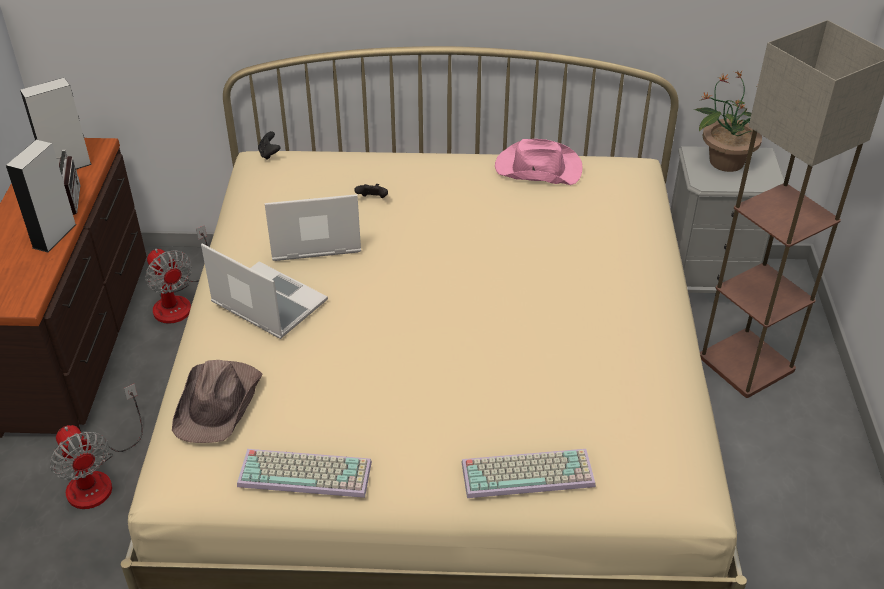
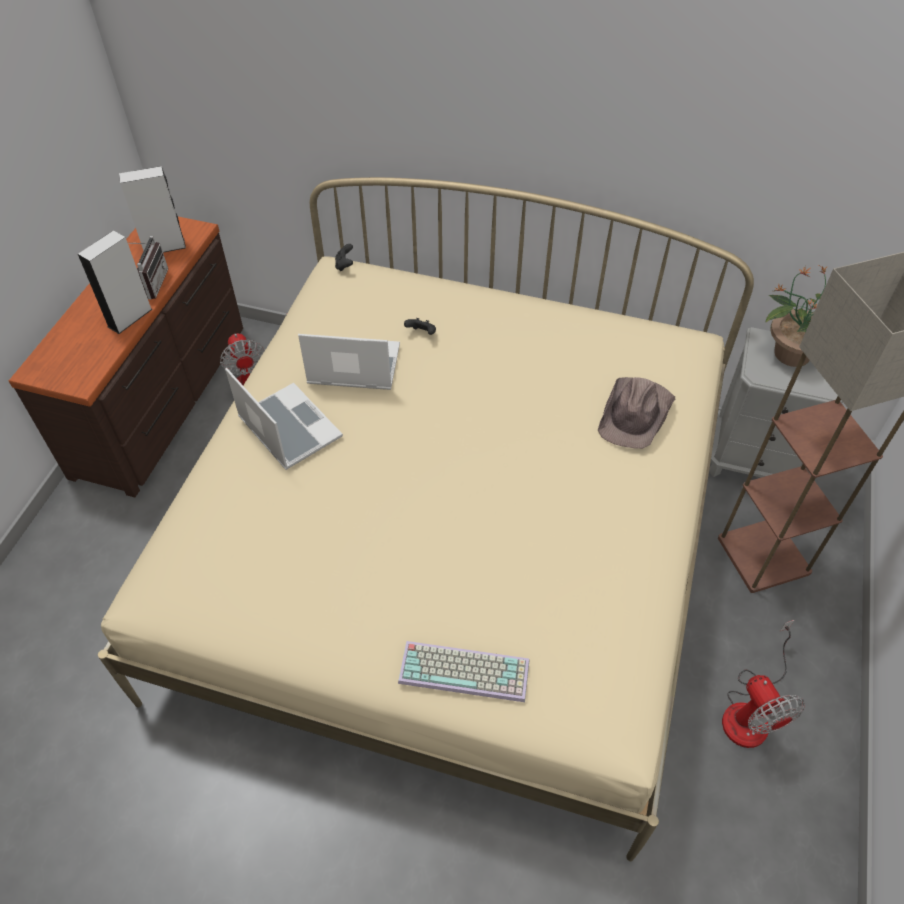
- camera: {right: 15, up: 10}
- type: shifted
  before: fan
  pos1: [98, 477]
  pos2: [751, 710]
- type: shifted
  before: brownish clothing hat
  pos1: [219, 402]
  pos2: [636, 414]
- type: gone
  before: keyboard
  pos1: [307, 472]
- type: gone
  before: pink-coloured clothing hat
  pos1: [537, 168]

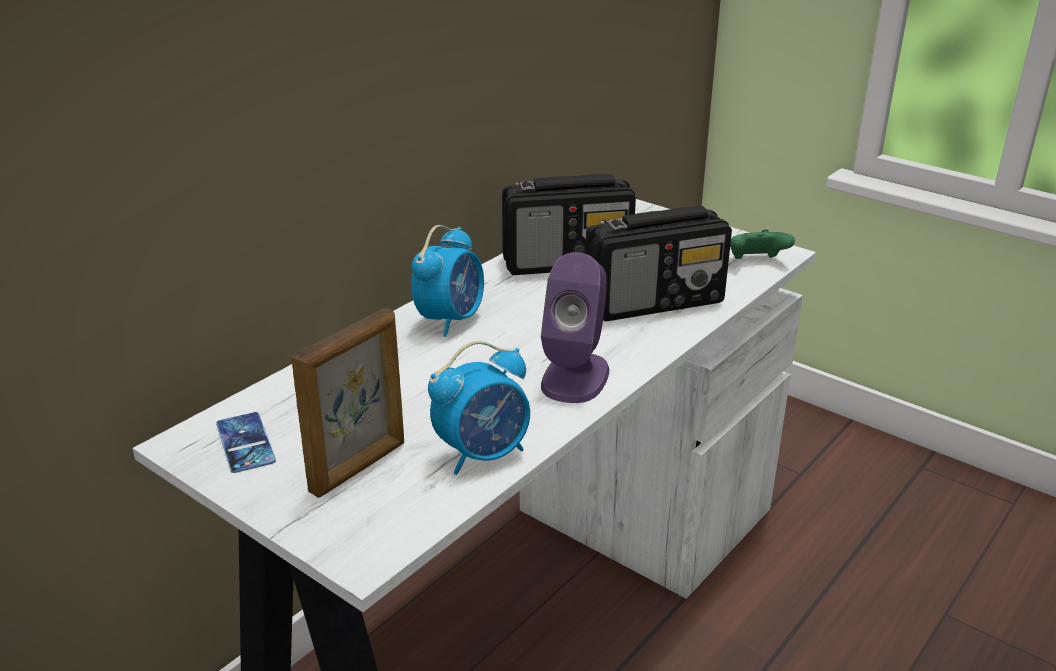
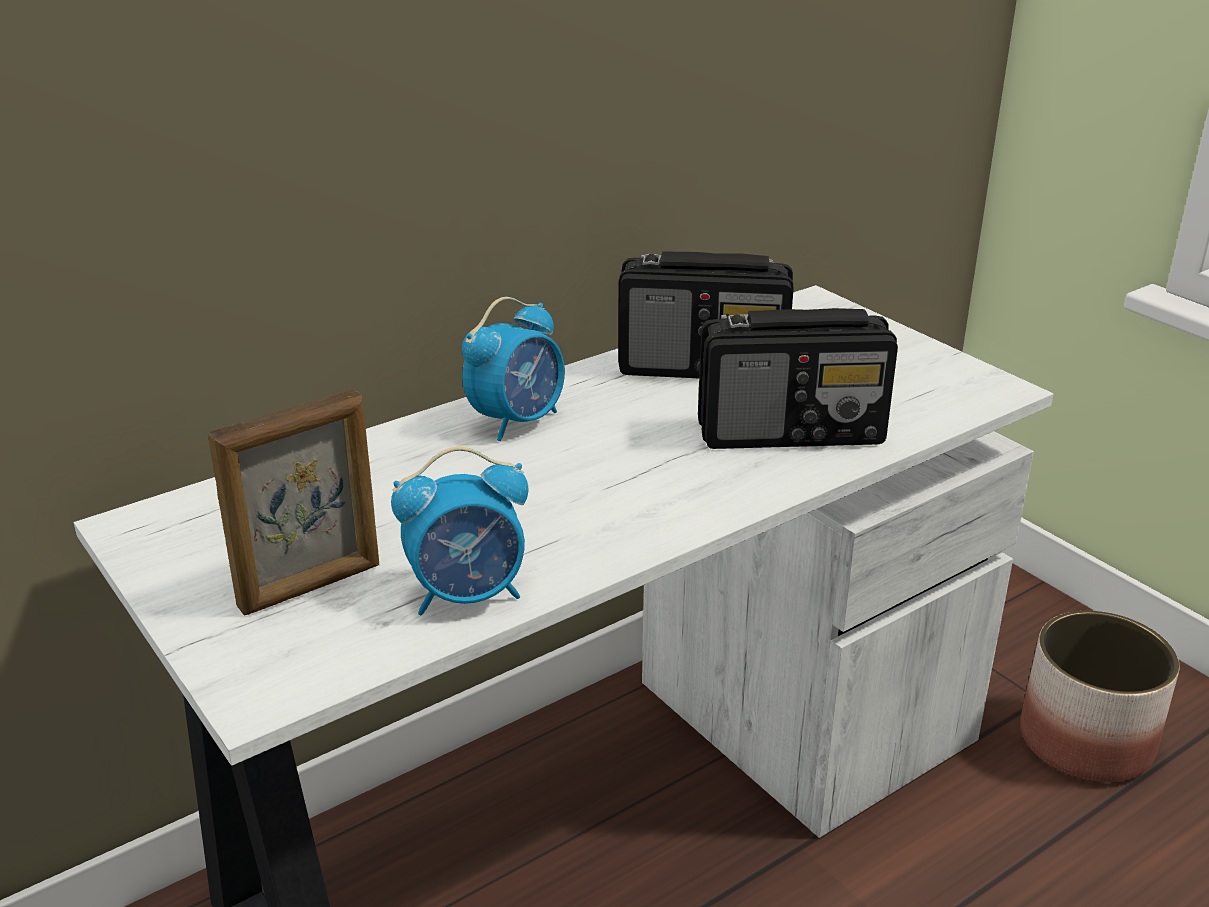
- camera: {right: 15, up: 0}
- type: gone
  before: telephone
  pos1: [245, 443]
- type: gone
  before: purple-coloured audio speaker
  pos1: [575, 377]
- type: gone
  before: green gamepad
  pos1: [756, 262]
- type: new
  after: planter
  pos2: [1087, 740]

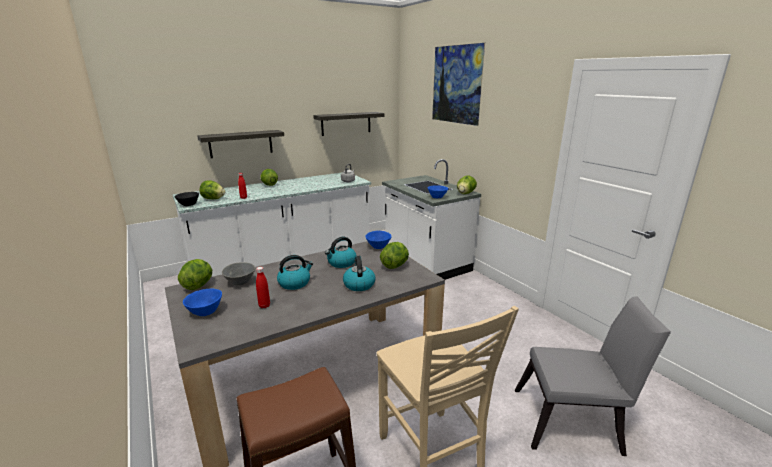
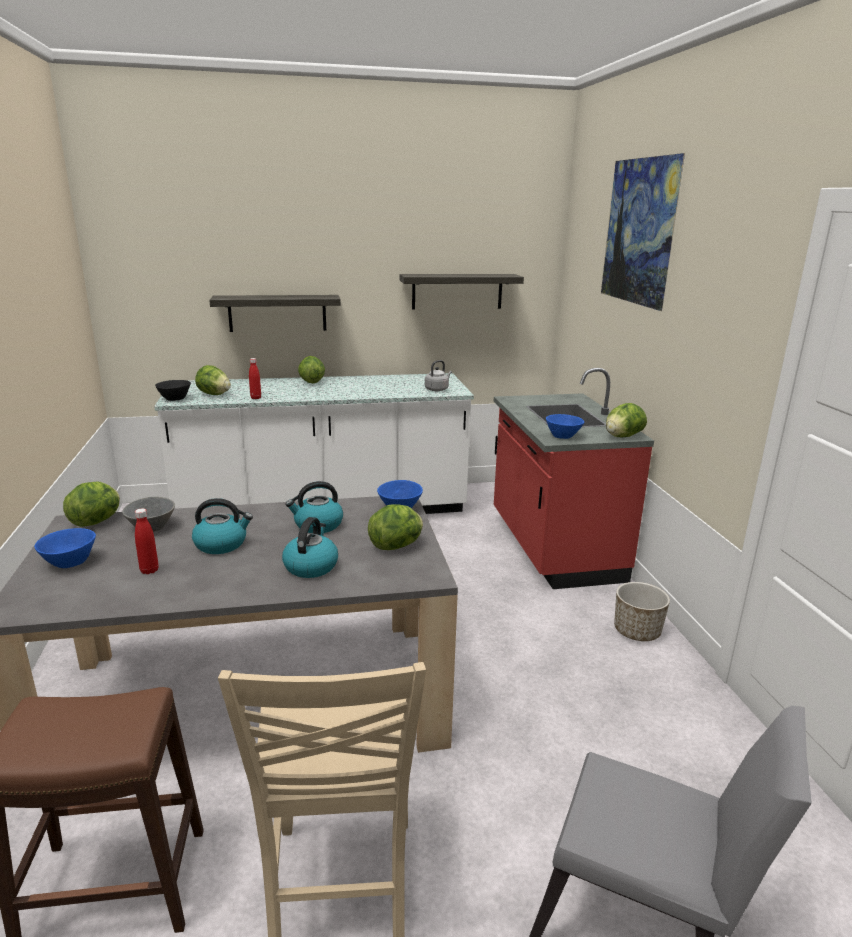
- camera: {right: 20, up: 0}
- type: repainted
  before: whitish kitchen counter
  after: reddish kitchen counter
  pos1: [425, 261]
  pos2: [553, 548]
- type: new
  after: planter
  pos2: [637, 631]

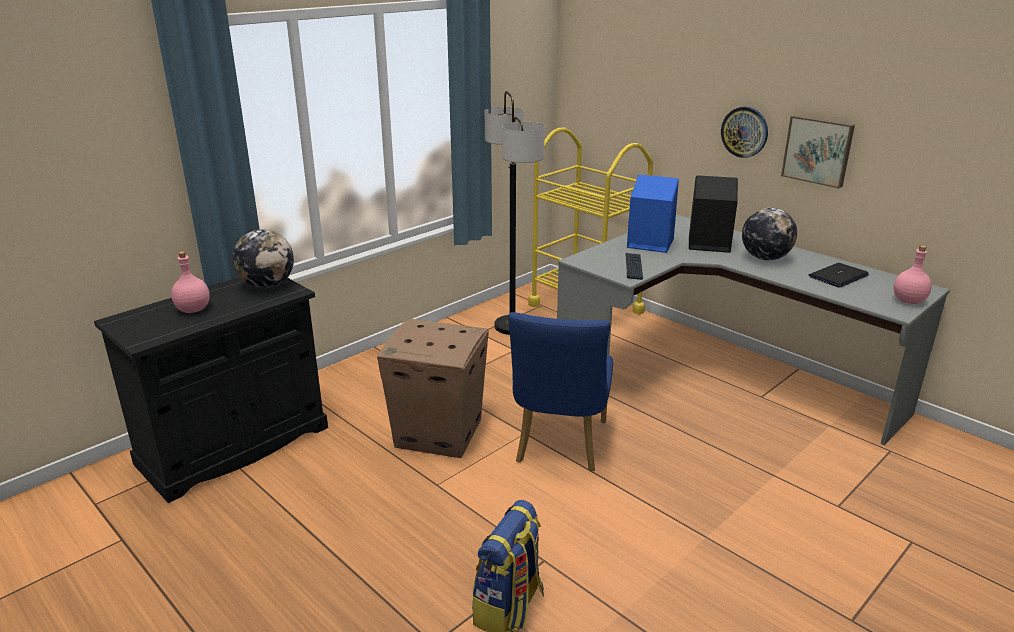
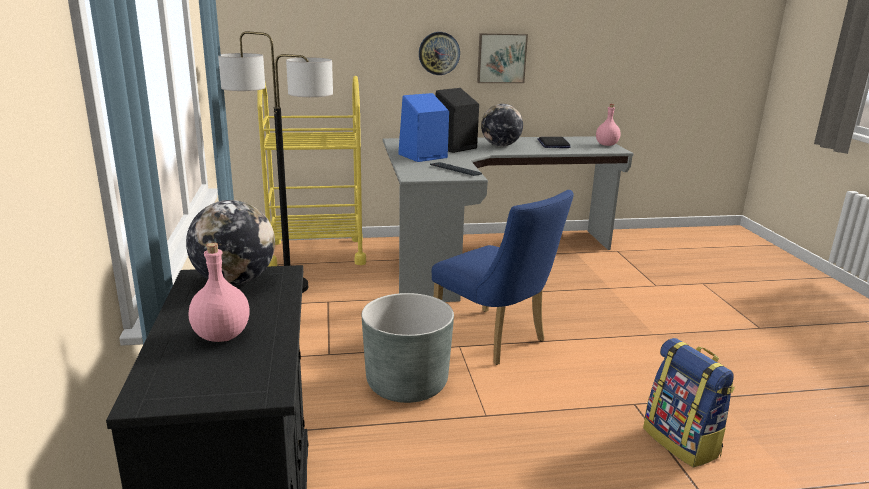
- camera: {right: -55, up: -5}
- type: swapped
  before: packing box
  after: greyish planter
  pos1: [440, 433]
  pos2: [407, 384]

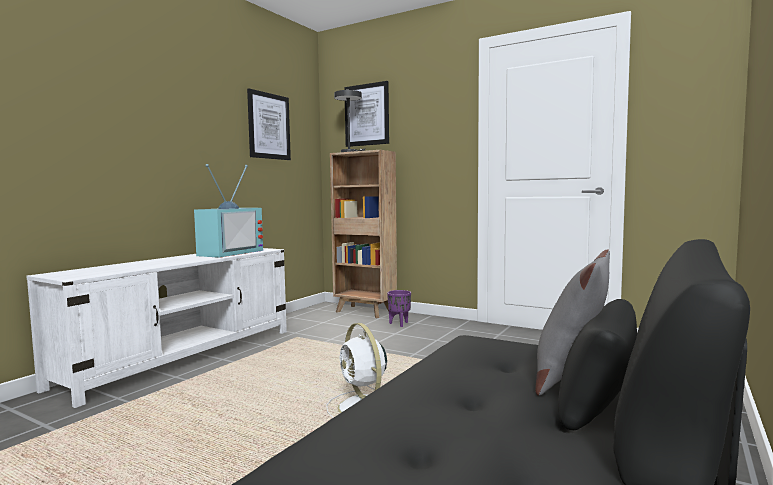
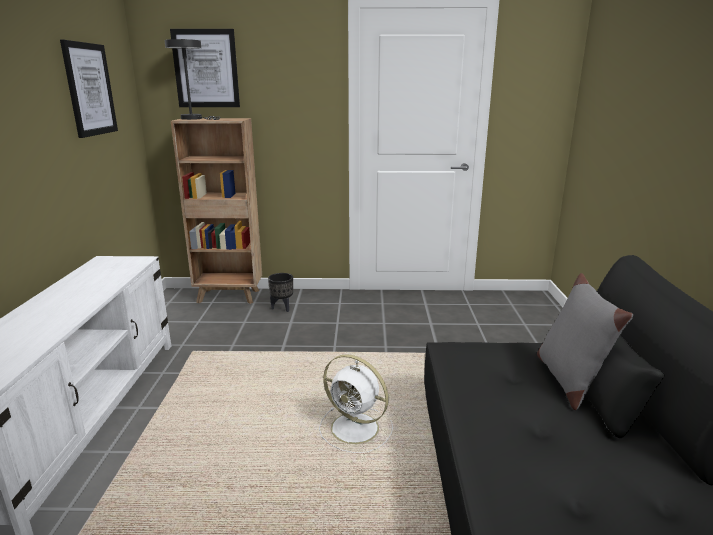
- camera: {right: -30, up: 15}
- type: gone
  before: television
  pos1: [229, 253]
- type: repainted
  before: purple-coloured planter
  after: black-coloured planter
  pos1: [399, 324]
  pos2: [282, 308]

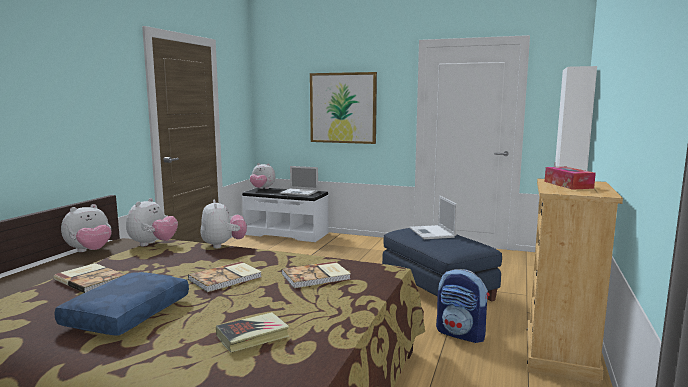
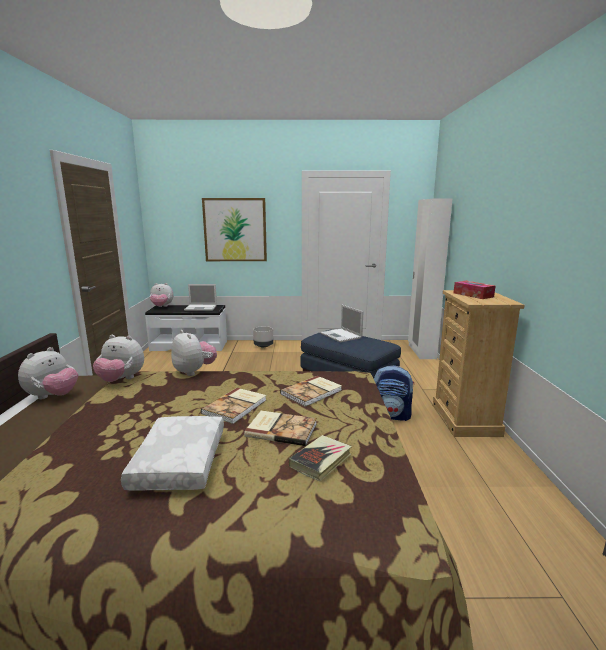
- camera: {right: -20, up: 5}
- type: shifted
  before: volume
  pos1: [91, 279]
  pos2: [281, 429]
- type: repainted
  before: blue-coloured pillow
  after: whitish pillow
  pos1: [127, 313]
  pos2: [178, 461]
- type: rotated
  before: soft toy
  pos1: [153, 244]
  pos2: [121, 380]
  turn: 105
- type: new
  after: greyish planter
  pos2: [263, 346]

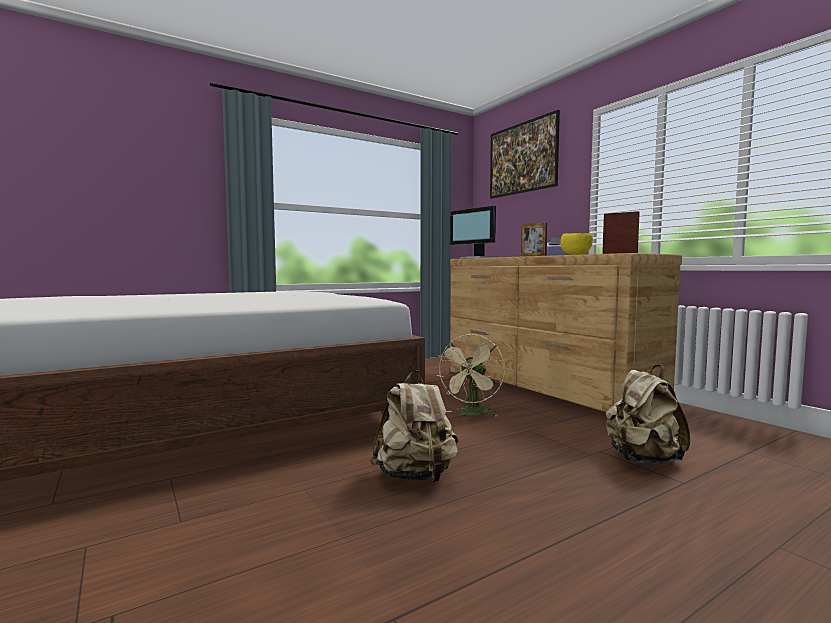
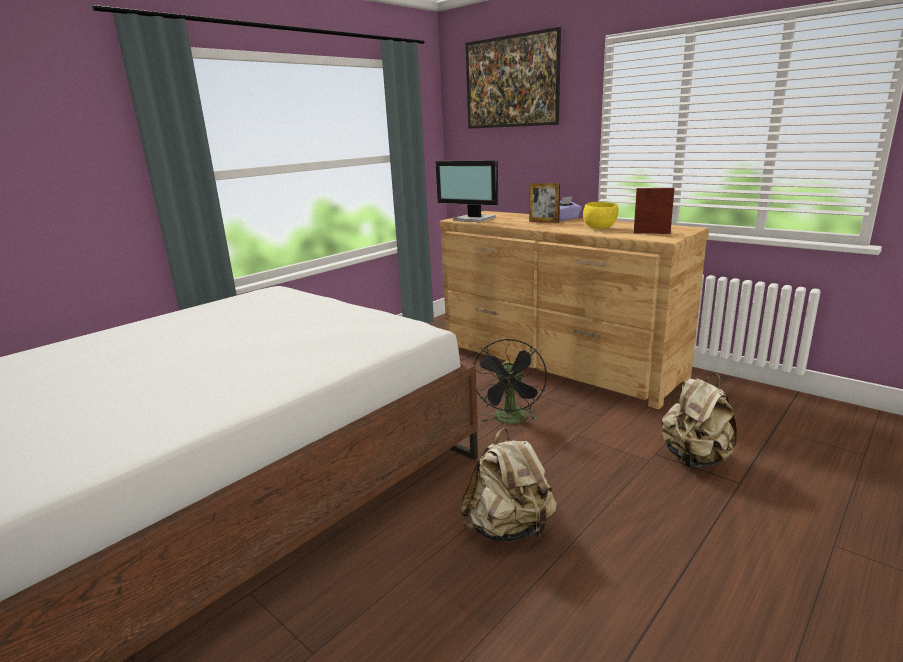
- camera: {right: -15, up: 15}
- type: repainted
  before: beige fan
  after: black-coloured fan
  pos1: [472, 414]
  pos2: [511, 420]

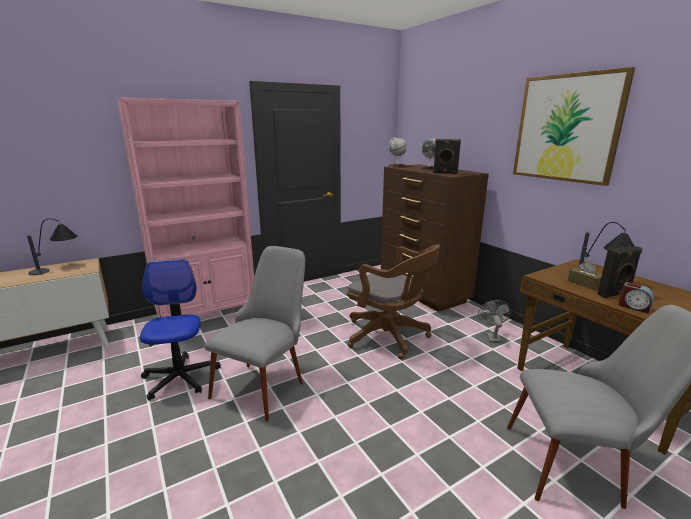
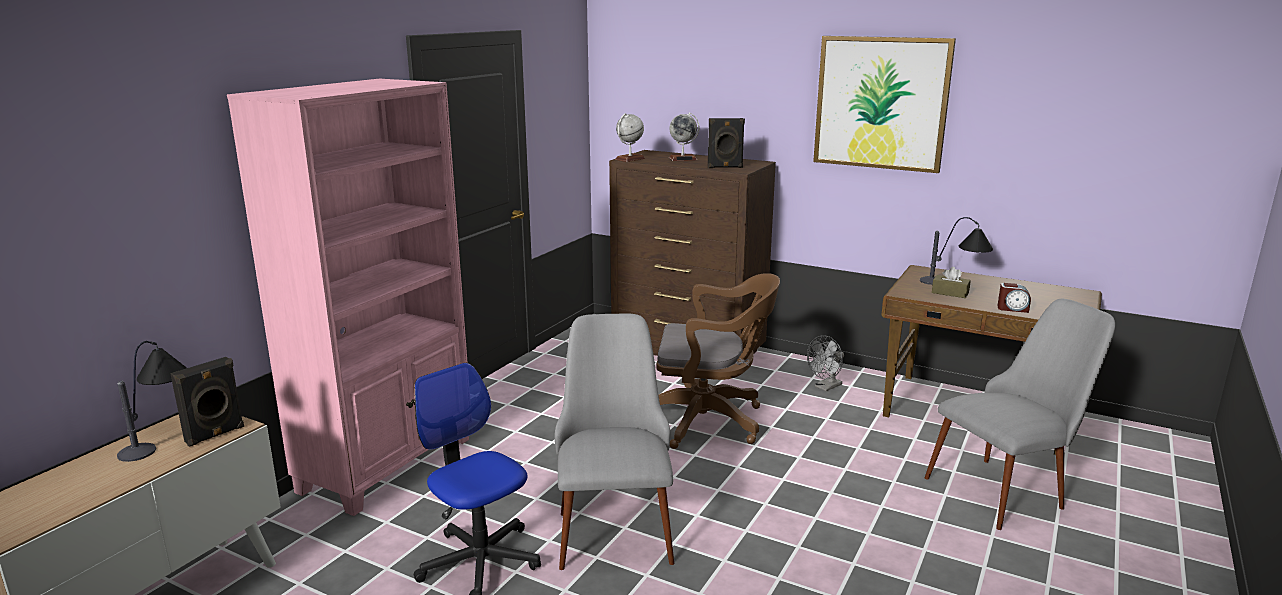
- camera: {right: -30, up: 0}
- type: rotated
  before: greyish fan
  pos1: [492, 337]
  pos2: [825, 387]
  turn: -105
- type: shifted
  before: black-coloured audio speaker
  pos1: [614, 294]
  pos2: [215, 435]

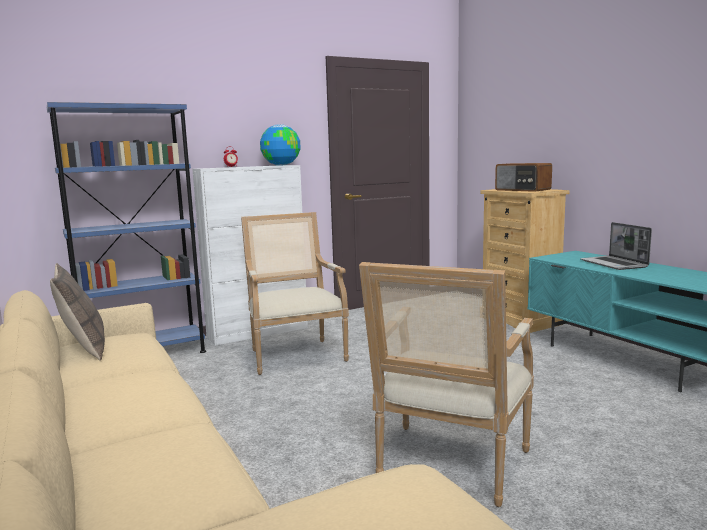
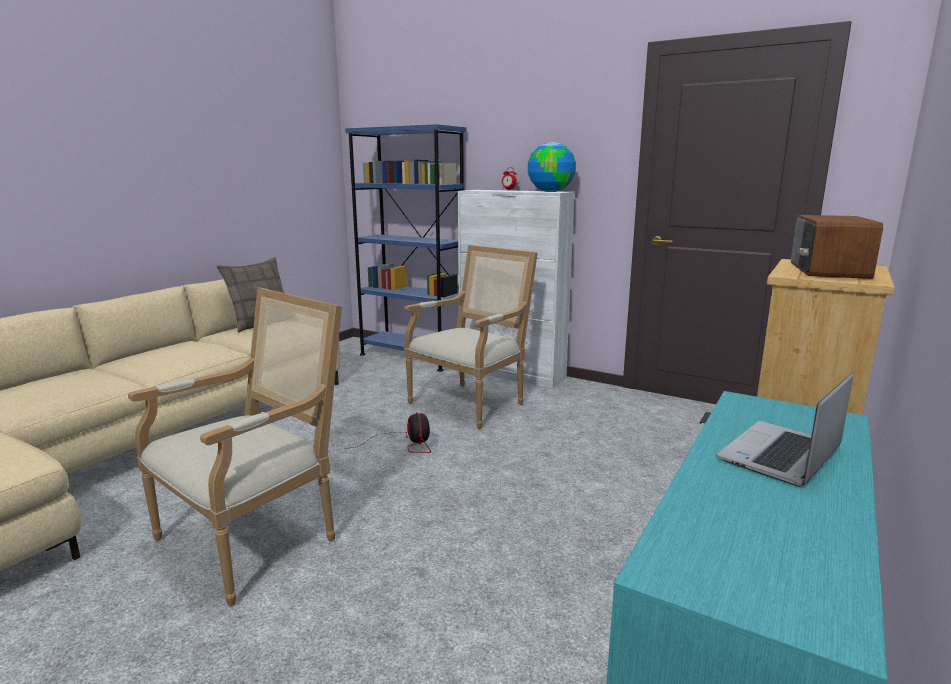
- camera: {right: 60, up: 5}
- type: rotated
  before: armchair
  pos1: [448, 468]
  pos2: [256, 538]
  turn: 135
- type: new
  after: fan
  pos2: [405, 445]

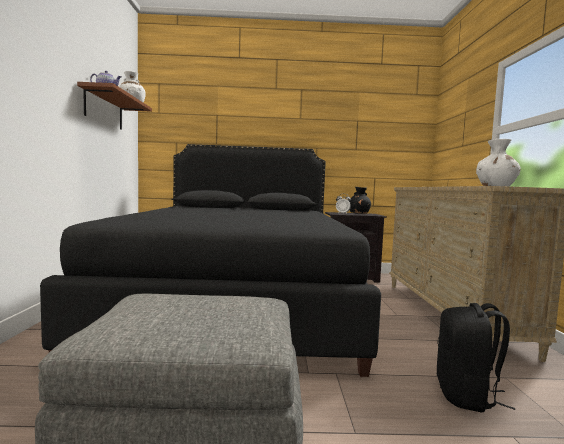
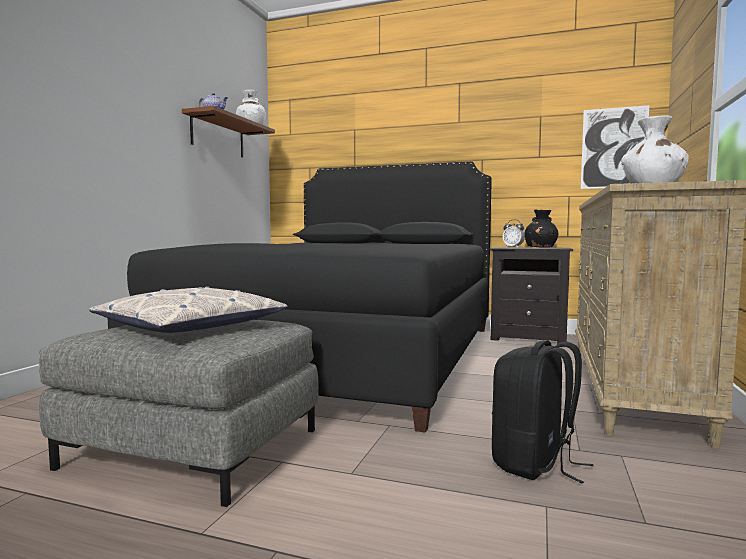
- camera: {right: 20, up: 0}
- type: new
  after: pillow
  pos2: [191, 326]
- type: new
  after: wall art
  pos2: [614, 148]

